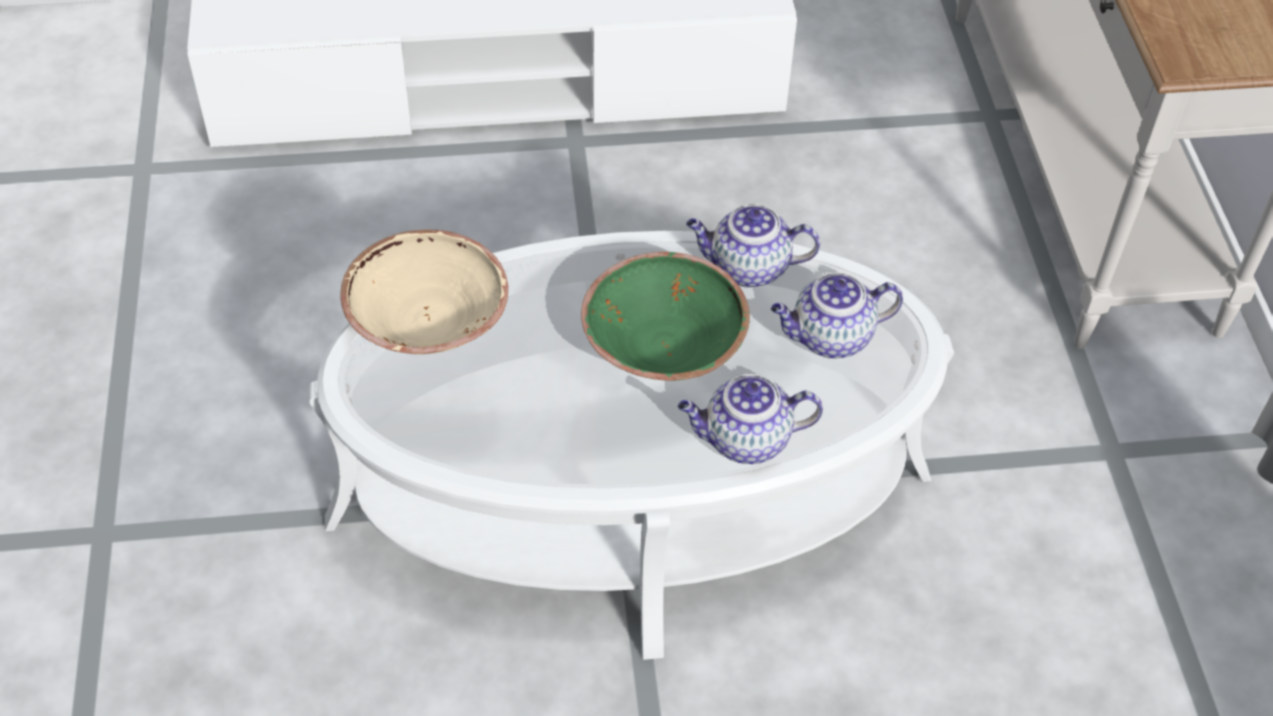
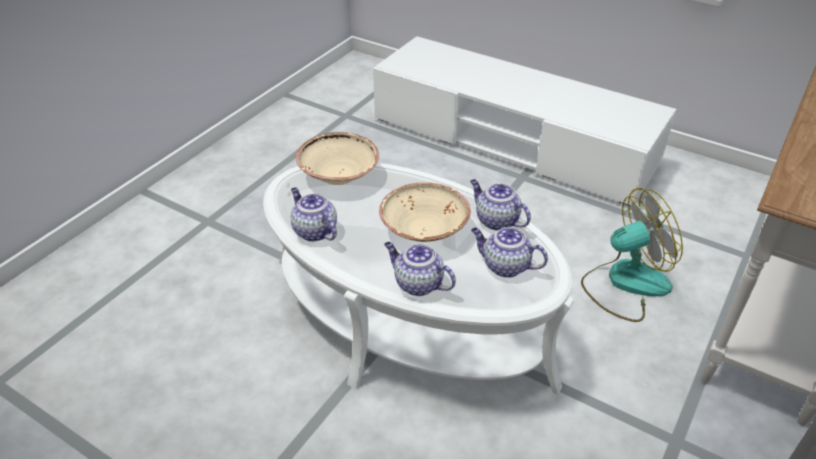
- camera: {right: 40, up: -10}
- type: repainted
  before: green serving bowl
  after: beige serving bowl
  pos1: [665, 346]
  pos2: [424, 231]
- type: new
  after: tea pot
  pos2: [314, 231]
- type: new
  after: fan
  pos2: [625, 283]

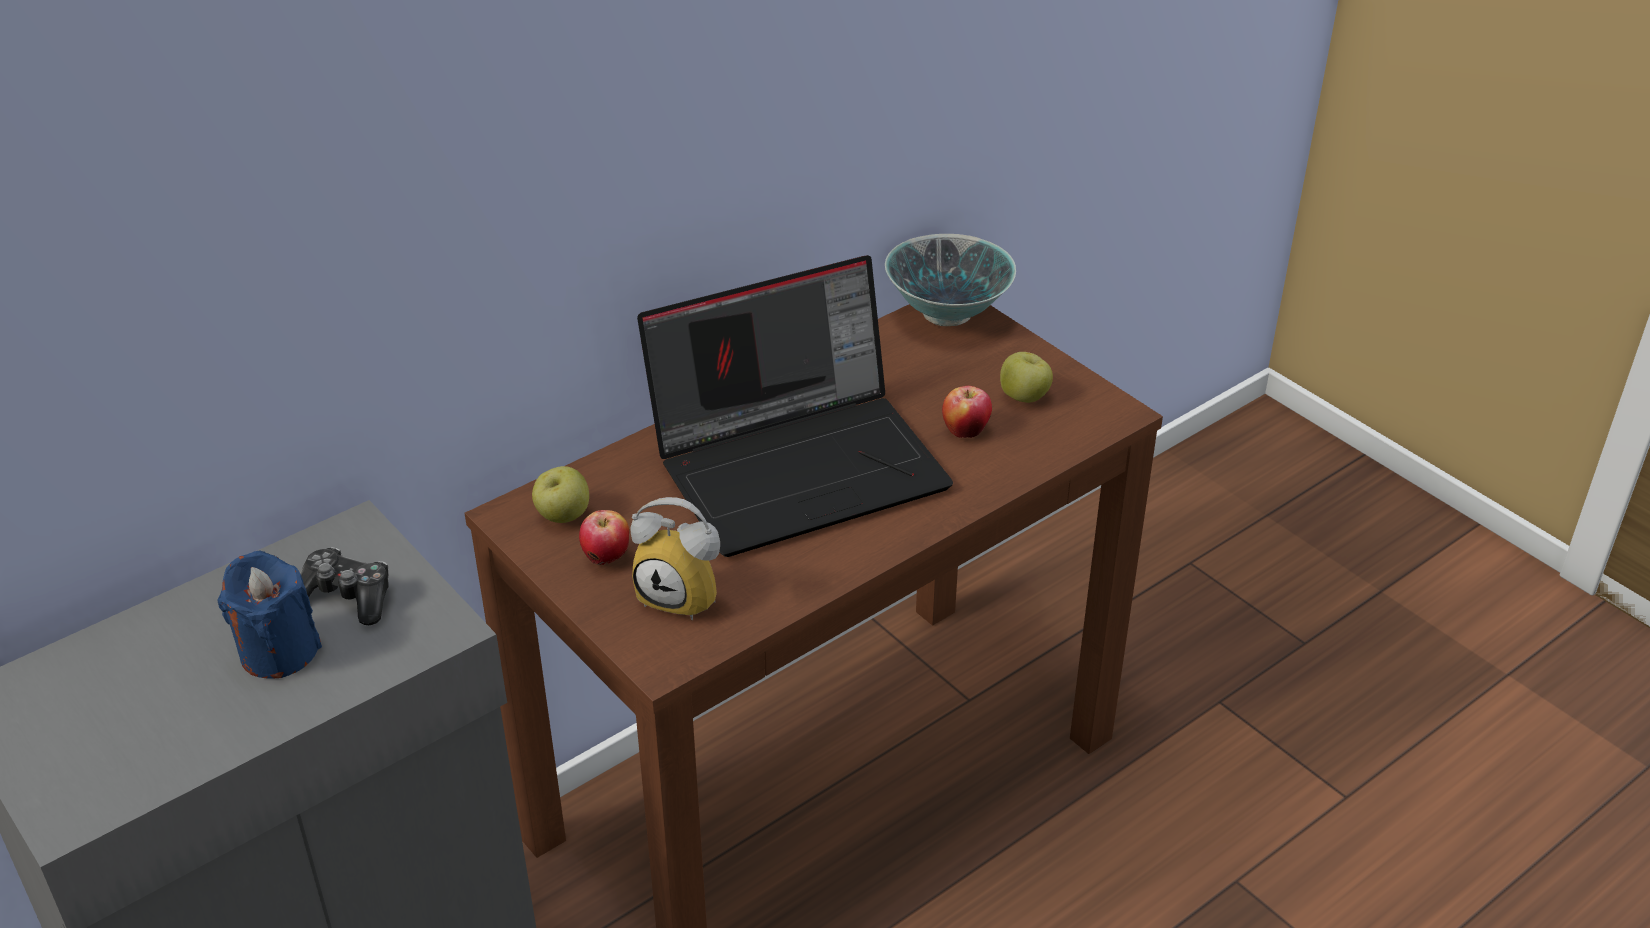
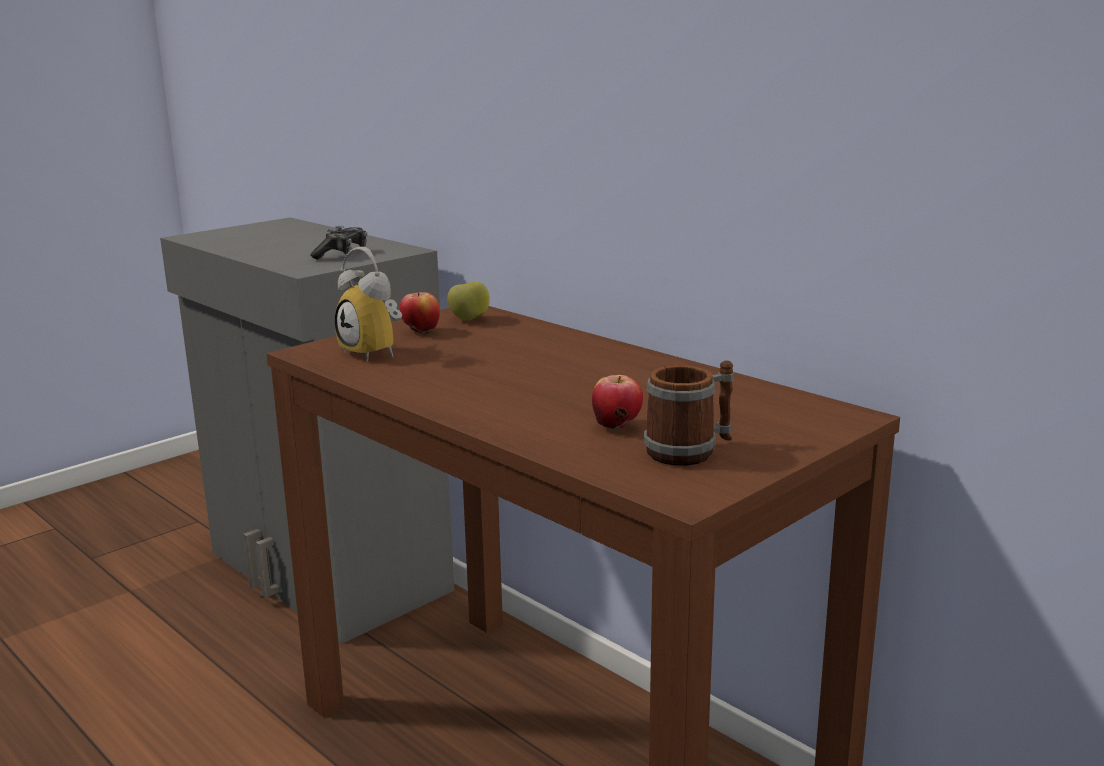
- camera: {right: 85, up: -20}
- type: gone
  before: blue-coloured candle
  pos1: [279, 651]
- type: rotated
  before: bedside clock
  pos1: [685, 595]
  pos2: [377, 352]
  turn: -60
- type: gone
  before: portable computer
  pos1: [800, 464]
- type: gone
  before: serving bowl
  pos1: [947, 315]
- type: swapped
  before: apple
  after: coffee mug
  pos1: [1024, 397]
  pos2: [691, 450]

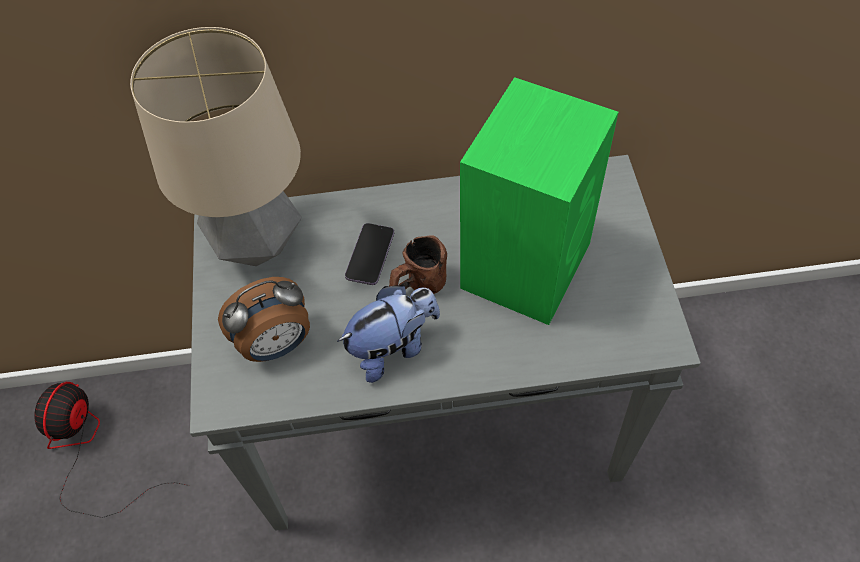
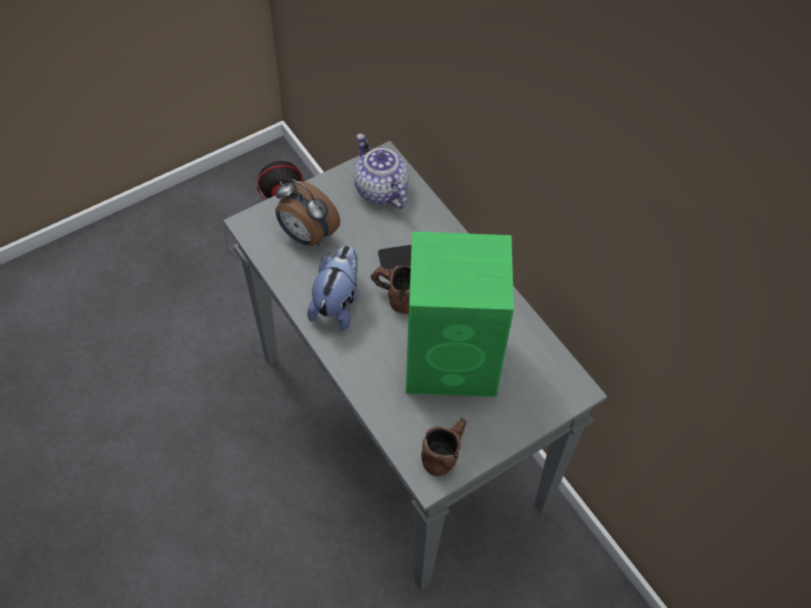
- camera: {right: 60, up: 0}
- type: swapped
  before: lamp for a table
  after: tea pot
  pos1: [258, 244]
  pos2: [380, 189]
- type: rotated
  before: soft toy
  pos1: [393, 347]
  pos2: [337, 303]
  turn: -105
- type: new
  after: brownish coffee mug
  pos2: [445, 452]

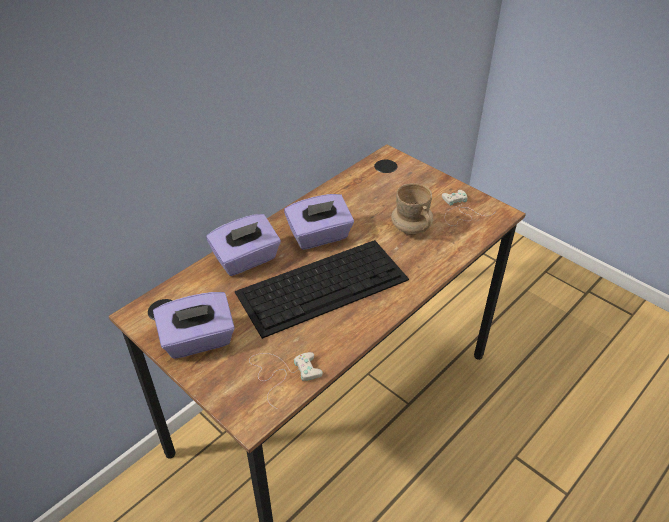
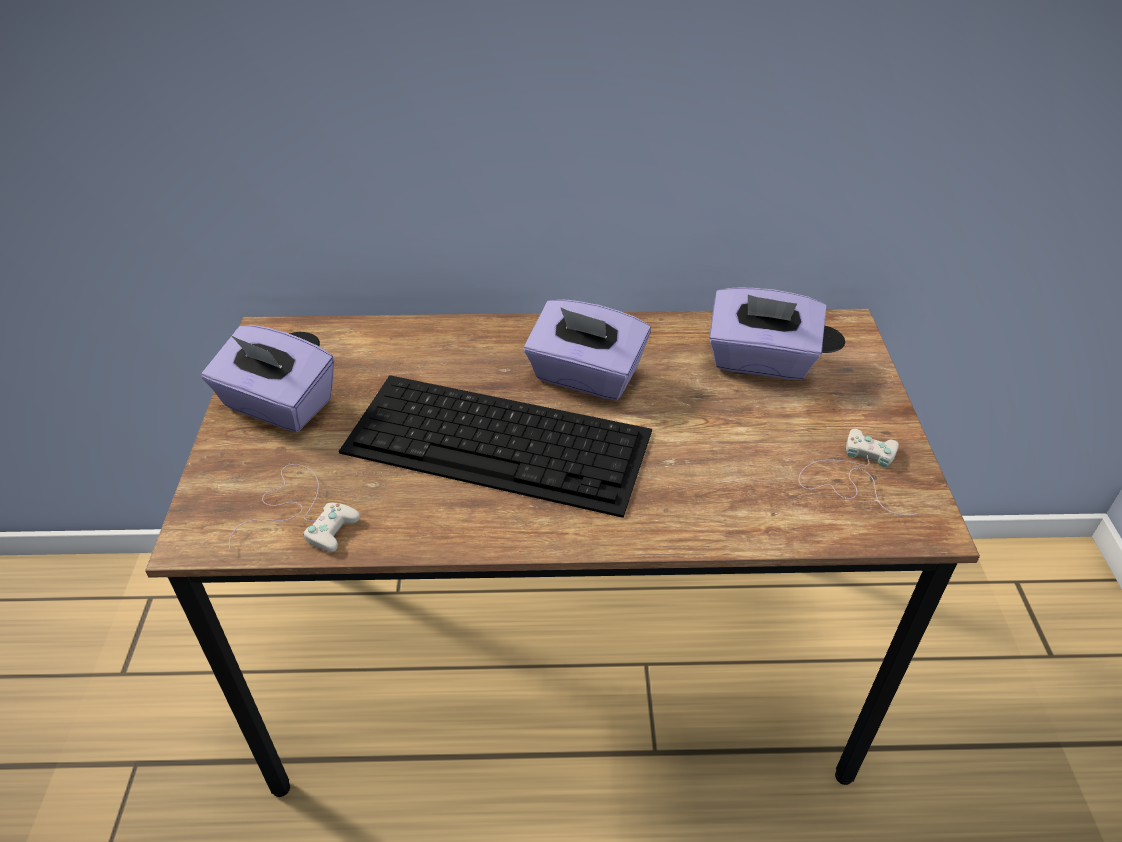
- camera: {right: 45, up: 0}
- type: shifted
  before: purple-coloured tissue holder
  pos1: [246, 259]
  pos2: [760, 361]
- type: gone
  before: beige coffee mug
  pos1: [411, 228]

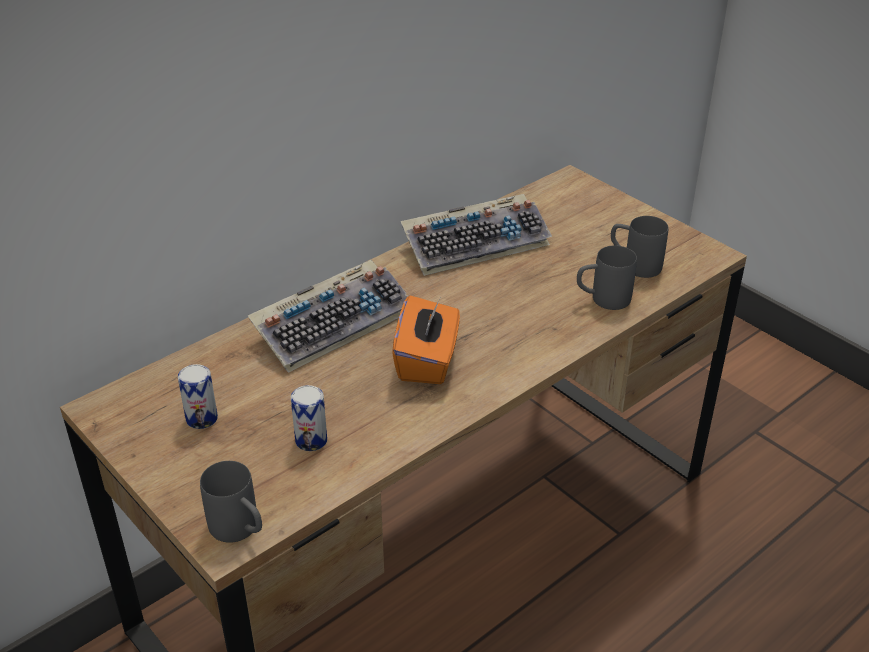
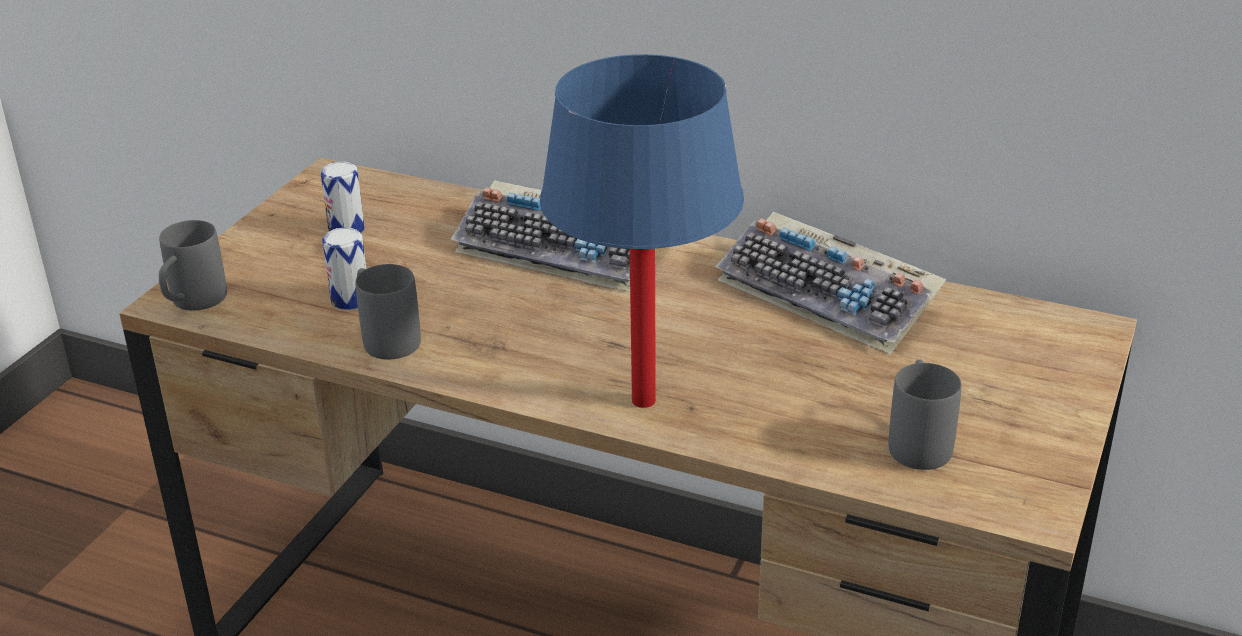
- camera: {right: 65, up: -5}
- type: gone
  before: orange tissue holder
  pos1: [427, 361]
- type: shifted
  before: greyish coffee mug
  pos1: [602, 300]
  pos2: [385, 337]
- type: new
  after: blue-coloured lamp for a table
  pos2: [643, 401]

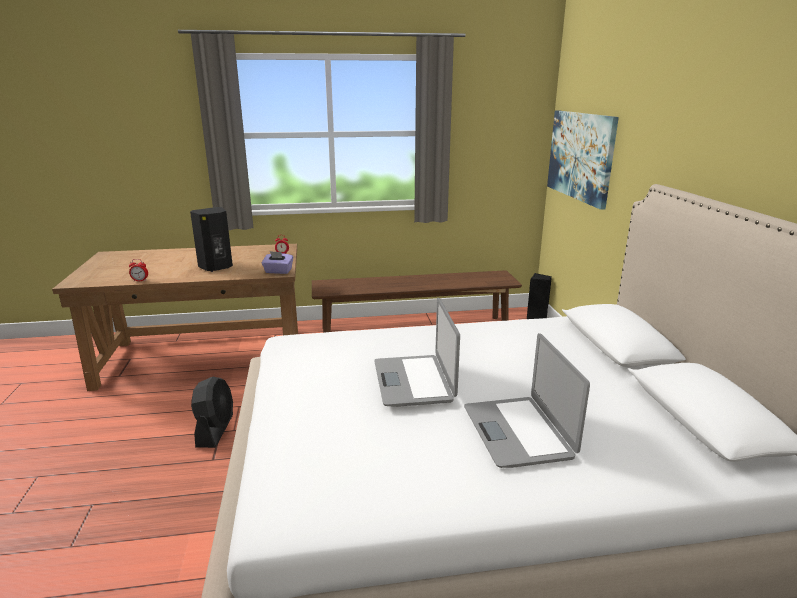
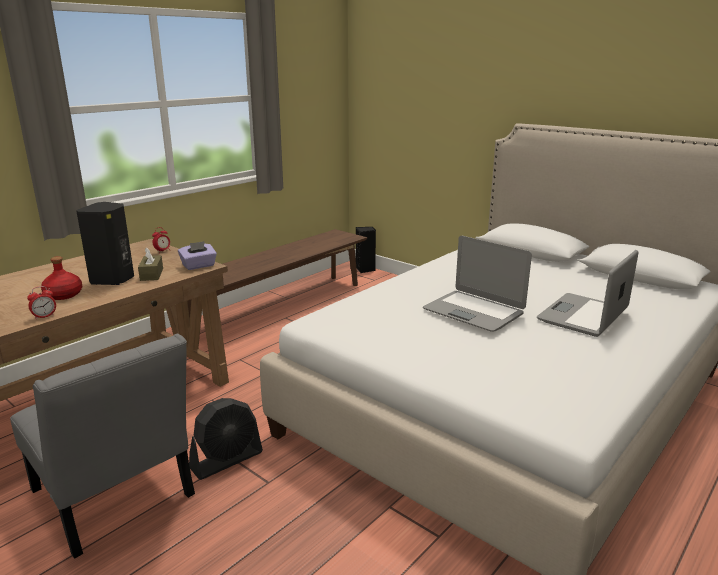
- camera: {right: -40, up: 0}
- type: rotated
  before: black-coloured fan
  pos1: [215, 430]
  pos2: [227, 460]
  turn: 90
- type: rotated
  before: portable computer
  pos1: [518, 432]
  pos2: [583, 316]
  turn: 90
- type: gone
  before: wall art
  pos1: [580, 156]
- type: new
  after: greyish upright chair
  pos2: [116, 498]
- type: new
  after: reddish beverage bottle
  pos2: [64, 295]
- type: new
  after: brownish tissue holder
  pos2: [151, 274]

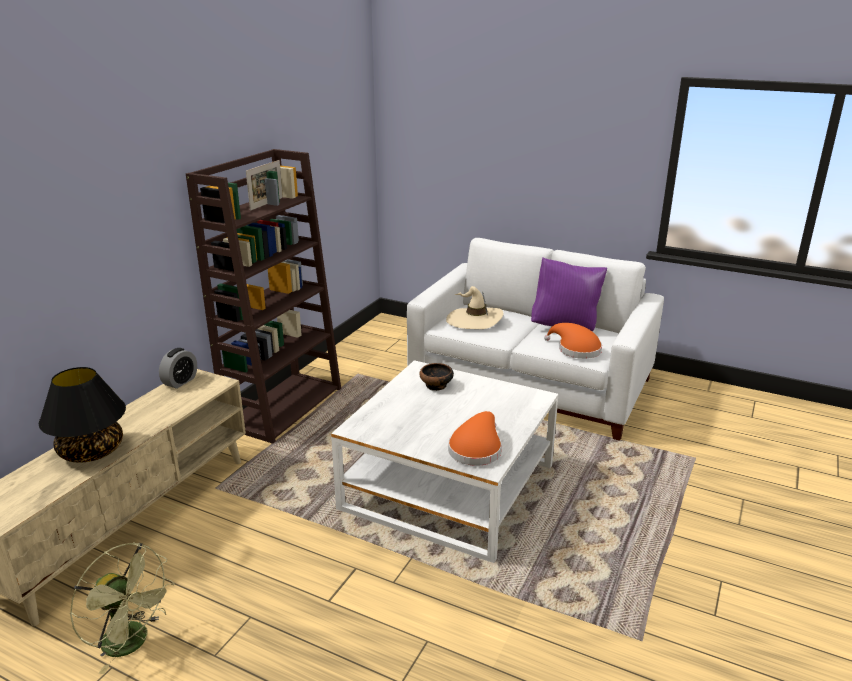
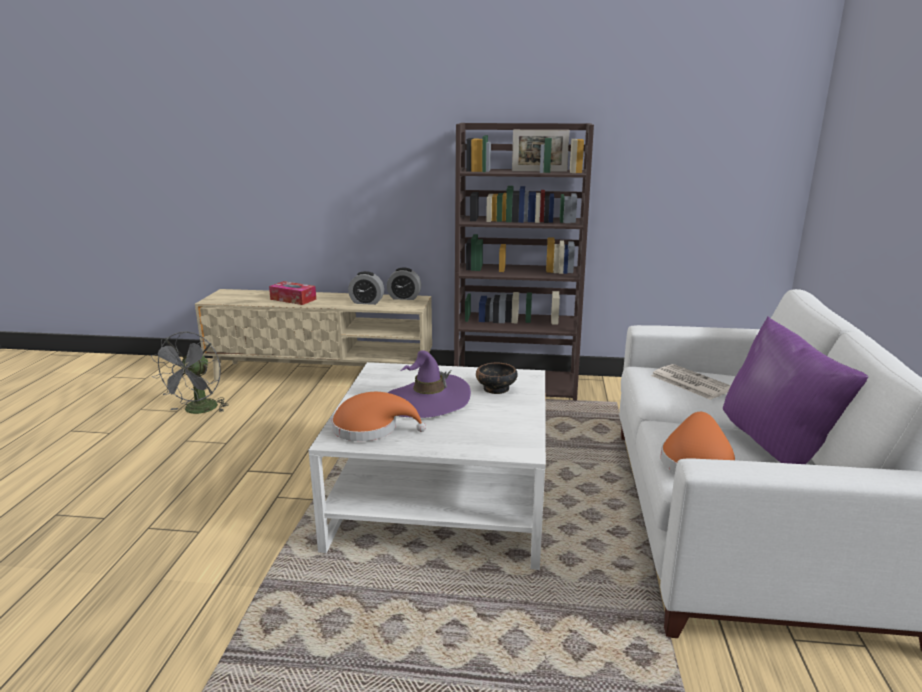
- camera: {right: 70, up: -5}
- type: swapped
  before: black-coloured lamp for a table
  after: tissue holder
  pos1: [91, 451]
  pos2: [293, 299]
- type: repainted
  before: green fan
  after: greyish fan
  pos1: [133, 643]
  pos2: [198, 411]
- type: swapped
  before: beige clothing hat
  after: daily paper
  pos1: [474, 320]
  pos2: [689, 382]
- type: new
  after: bedside clock
  pos2: [367, 302]
- type: new
  after: purple-coloured clothing hat
  pos2: [427, 401]

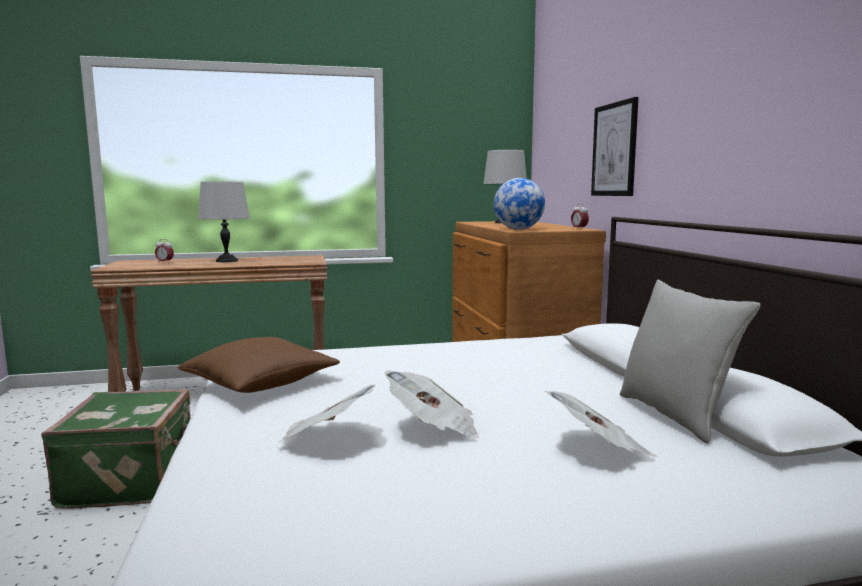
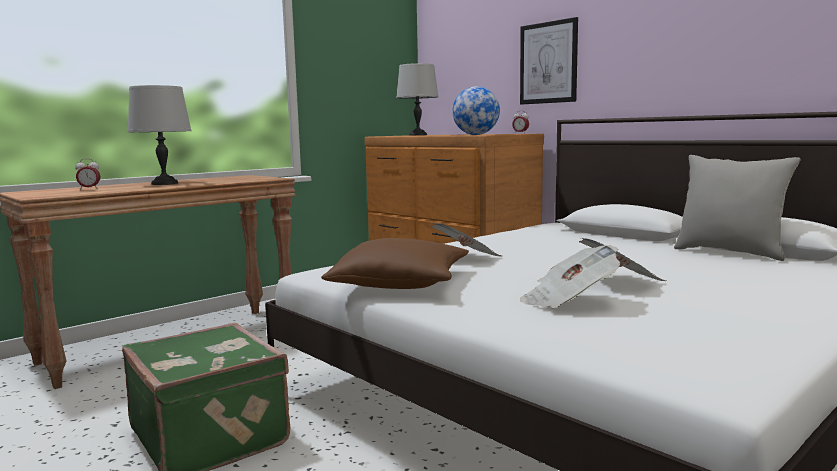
- camera: {right: -30, up: 0}
- type: shifted
  before: daily paper
  pos1: [599, 450]
  pos2: [467, 259]

